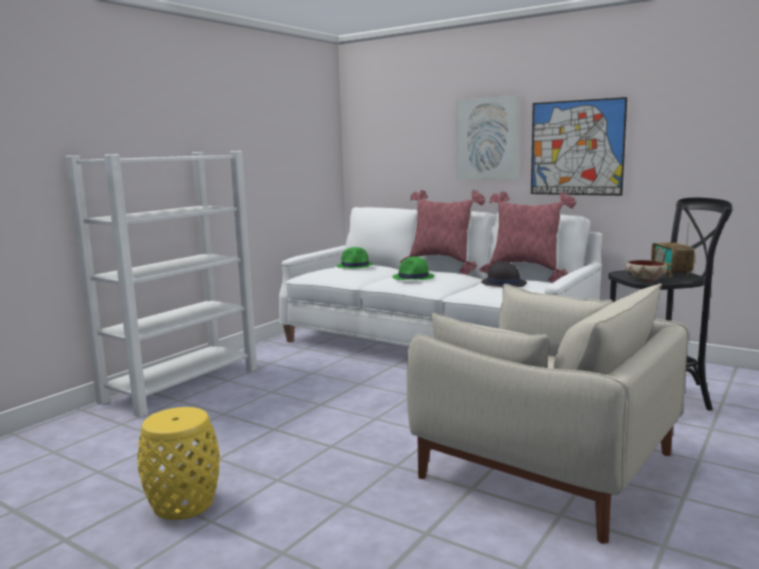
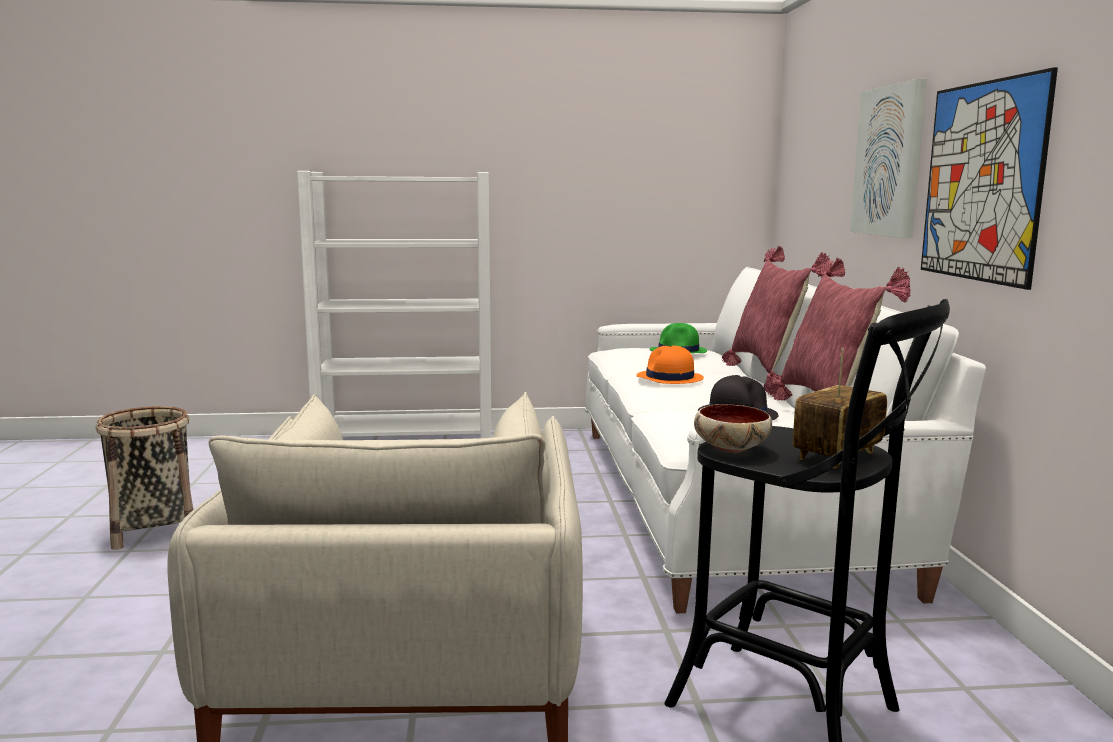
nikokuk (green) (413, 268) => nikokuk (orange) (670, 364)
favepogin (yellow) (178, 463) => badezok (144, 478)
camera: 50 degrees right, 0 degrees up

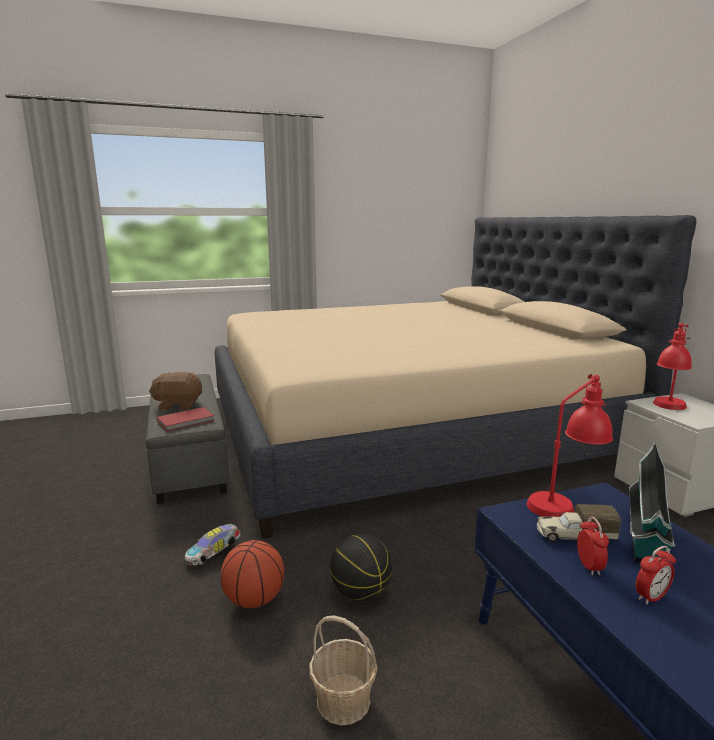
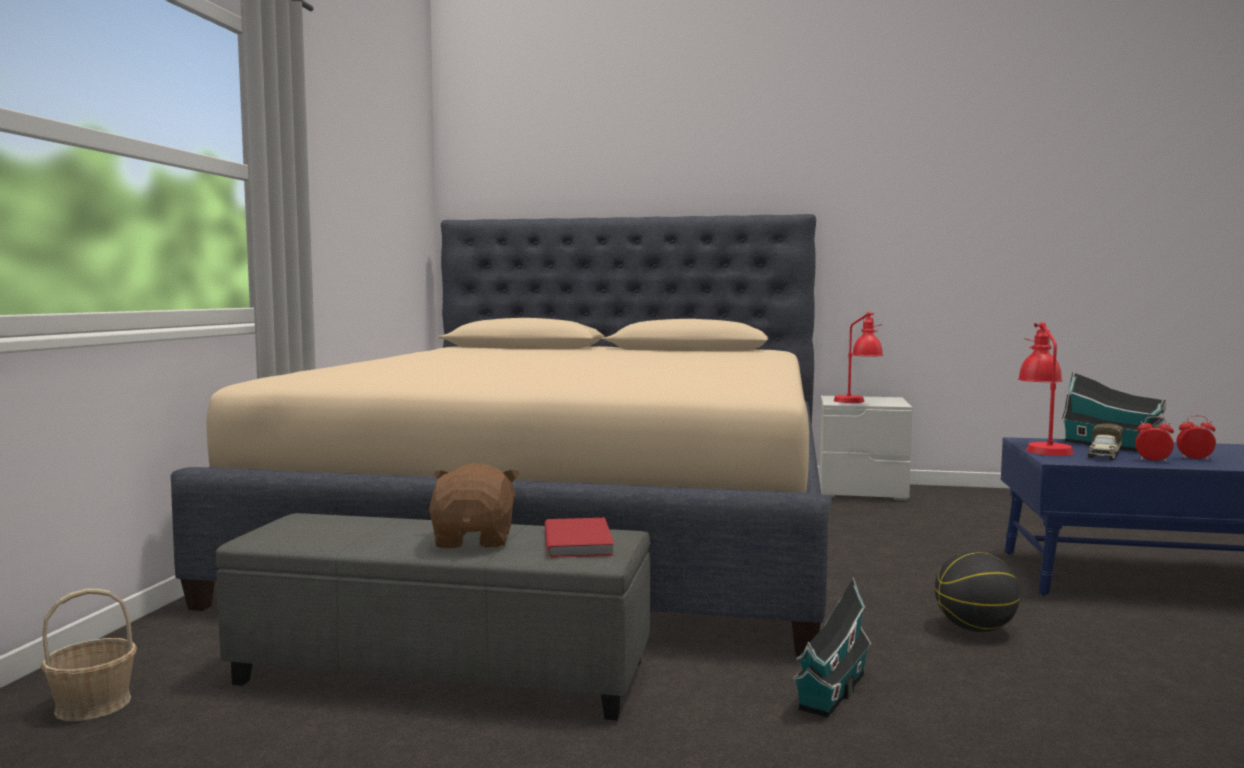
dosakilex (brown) (175, 391) => dosakilex (brown) (474, 505), 150 degrees clockwise
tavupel (213, 544) => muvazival (832, 647)
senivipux (252, 574) => nothing
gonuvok (656, 575) => gonuvok (1196, 437), 75 degrees counterclockwise
badezok (343, 670) => badezok (89, 654), move
camera: 60 degrees left, 10 degrees down

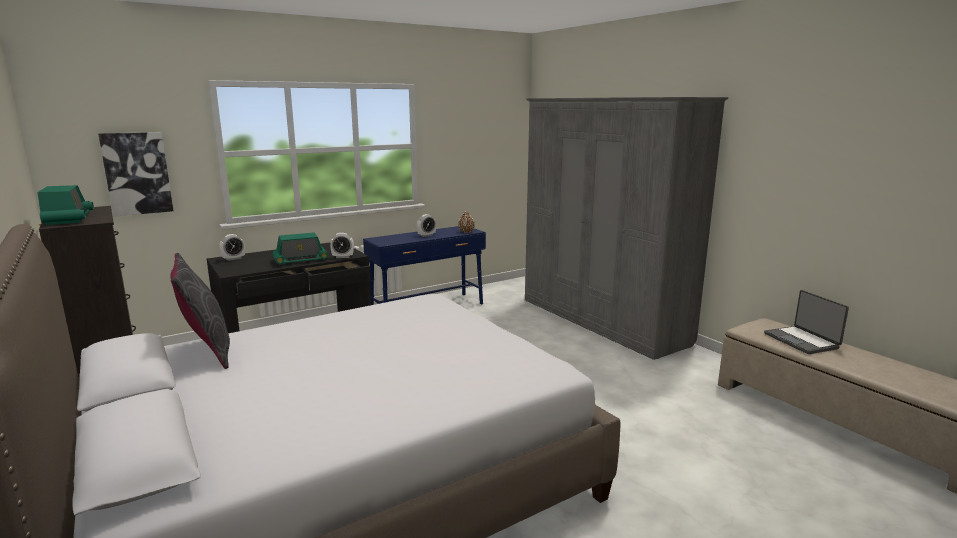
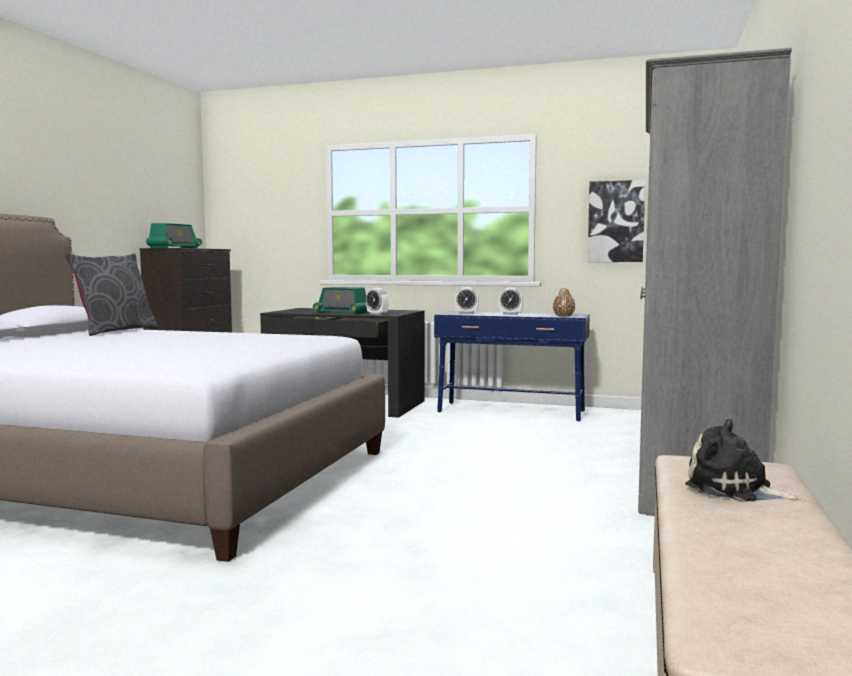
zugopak (135, 174) => zugopak (616, 221), move
gonuvok (232, 247) => gonuvok (467, 300), move
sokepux (806, 322) => dosakilex (743, 460)
camera: 50 degrees right, 10 degrees down

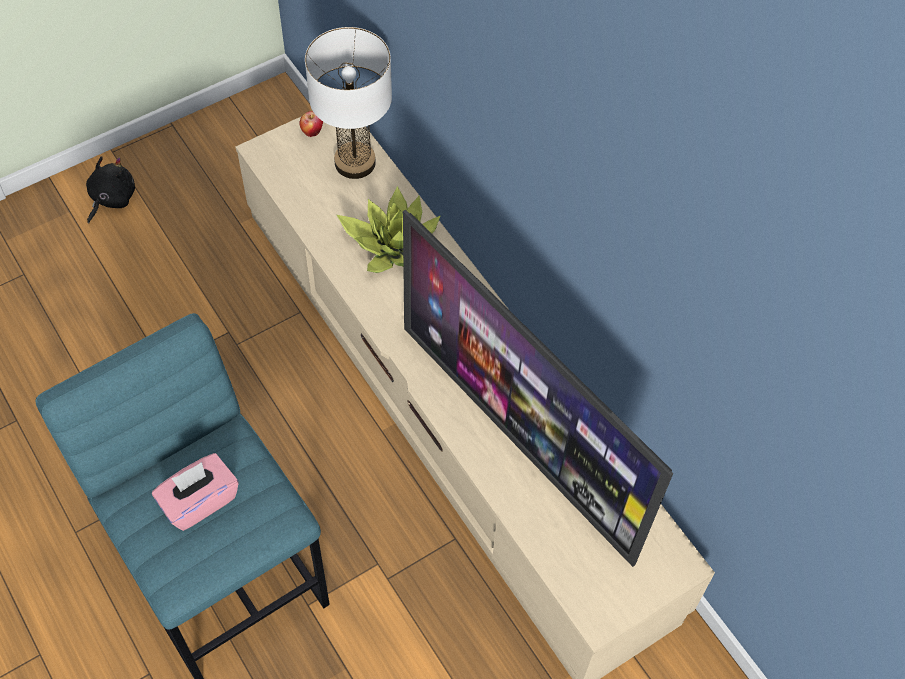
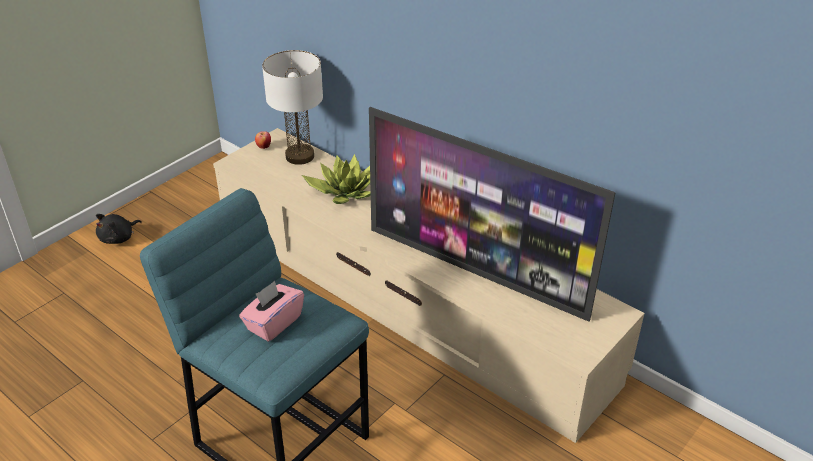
dosakilex (black) (110, 190) => dosakilex (black) (119, 229), 150 degrees counterclockwise
camera: 15 degrees left, 20 degrees down

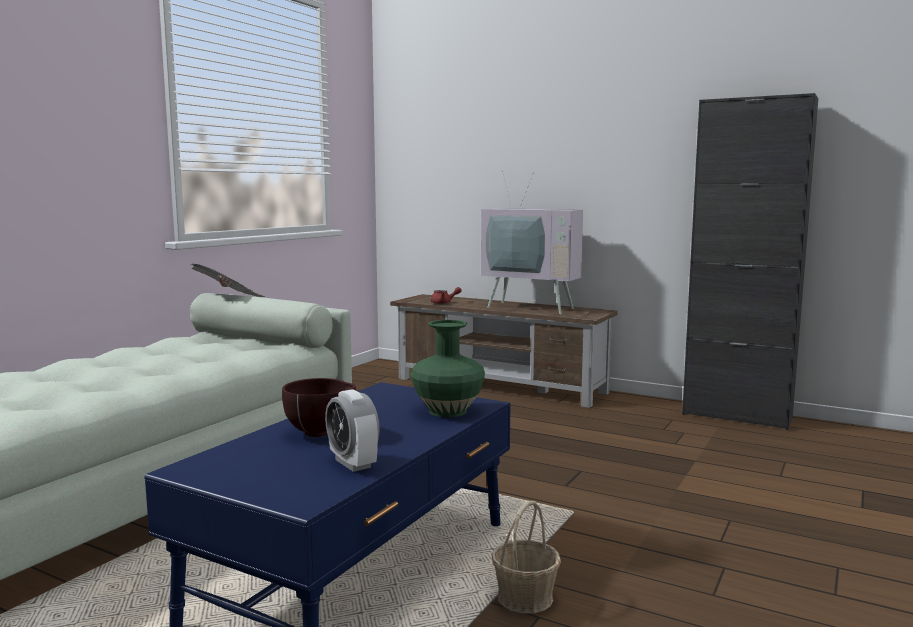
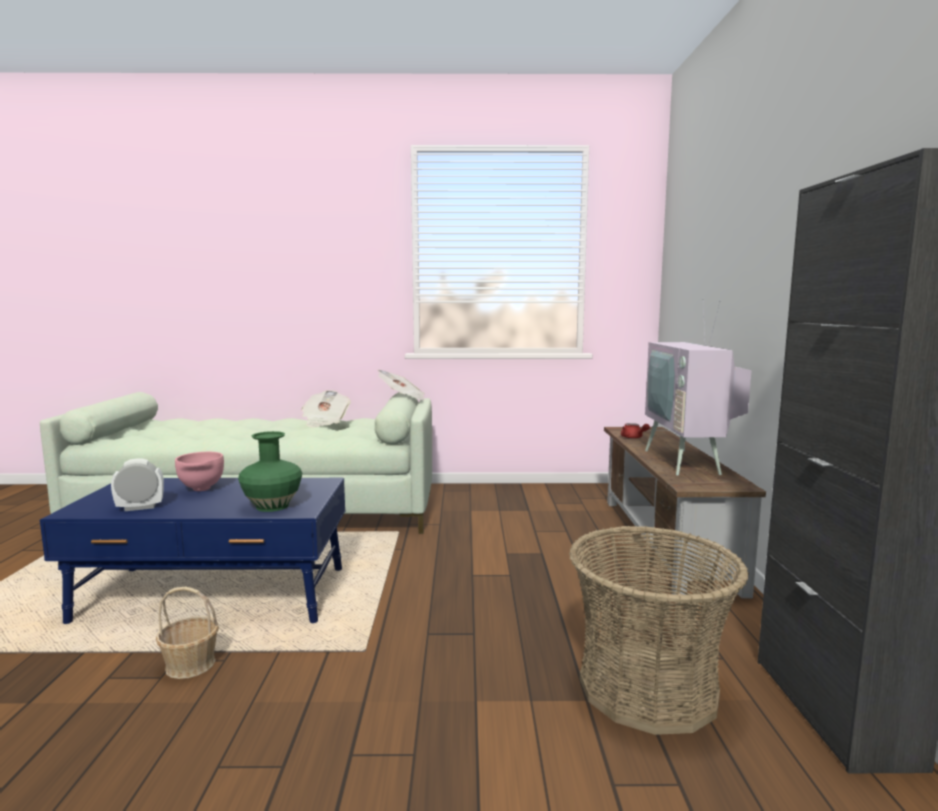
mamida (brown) (319, 407) => mamida (pink) (199, 471)
gonuvok (352, 430) => gonuvok (137, 484), 45 degrees clockwise
nothing => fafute (326, 408)
nothing => badezok (659, 630)
camera: 60 degrees right, 0 degrees up

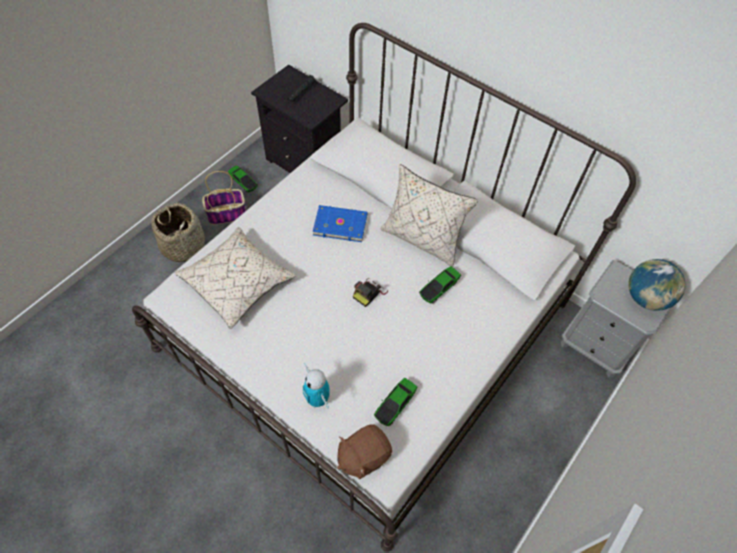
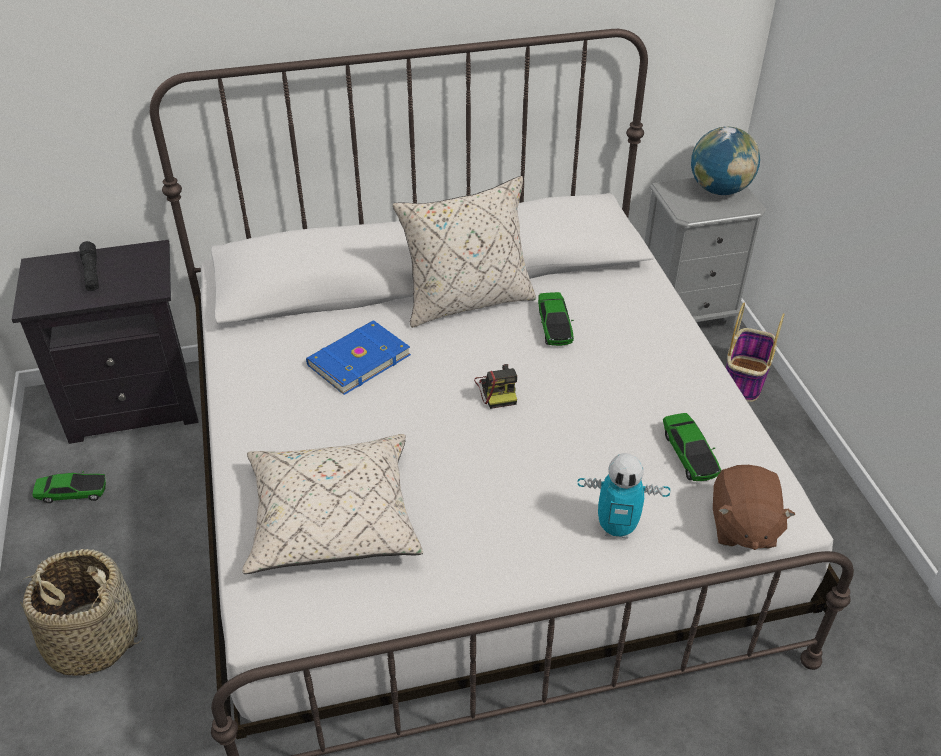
badezok (224, 198) => badezok (755, 352), move
camera: 50 degrees left, 15 degrees down

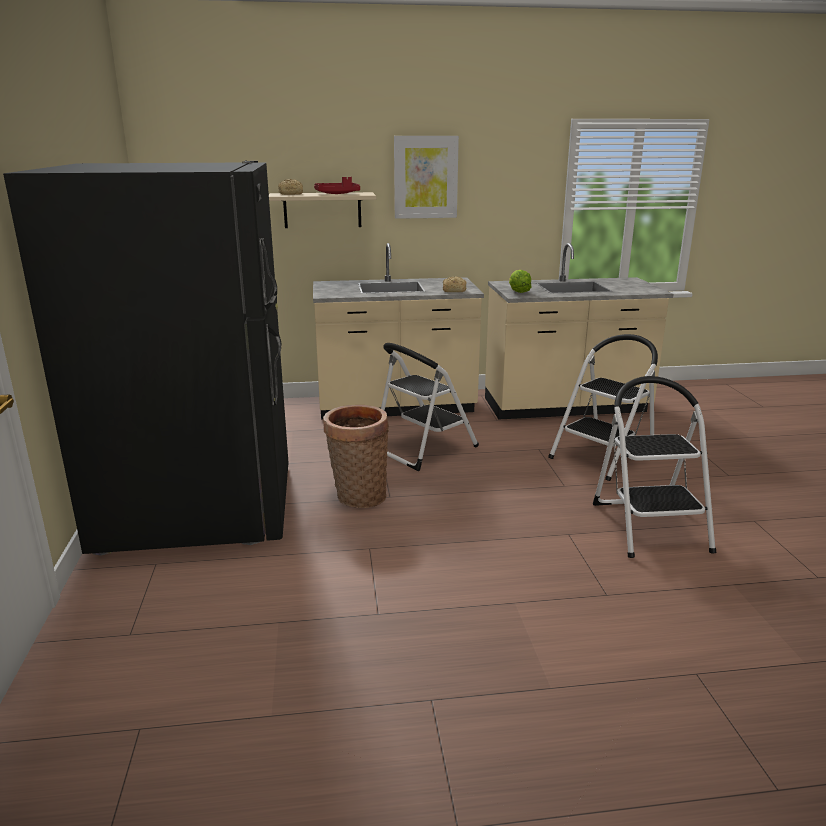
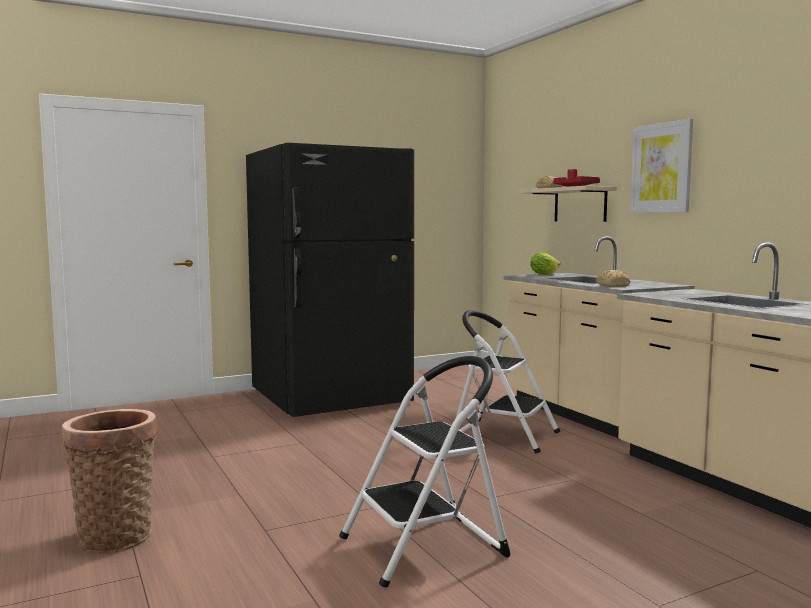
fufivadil (520, 281) => fufivadil (545, 264), move
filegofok (603, 407) => nothing
badezok (356, 456) => badezok (109, 481), move
camera: 70 degrees right, 15 degrees down

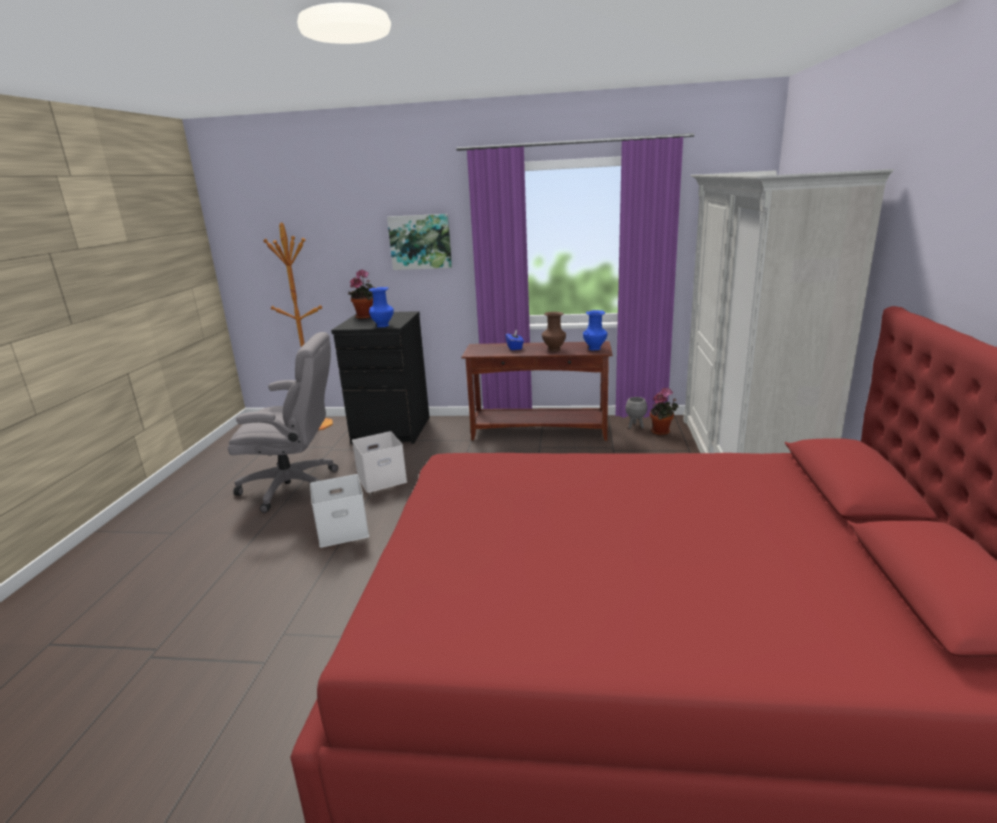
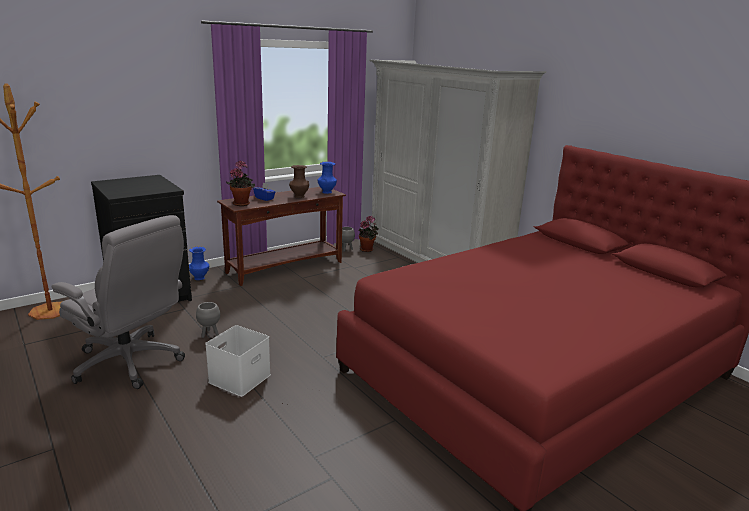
zugopak (419, 242) => nothing
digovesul (361, 294) => digovesul (240, 183), move
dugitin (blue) (381, 307) => dugitin (blue) (199, 263), move
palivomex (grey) (283, 422) => palivomex (grey) (118, 302), 75 degrees clockwise
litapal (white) (379, 462) => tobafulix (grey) (208, 320)
camera: 45 degrees left, 0 degrees up

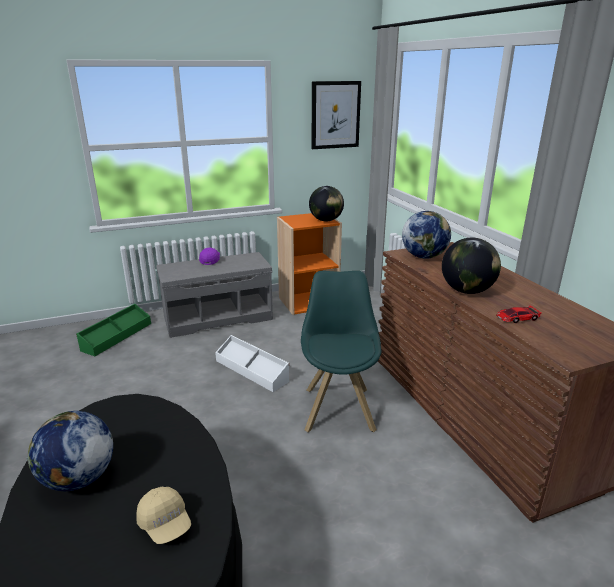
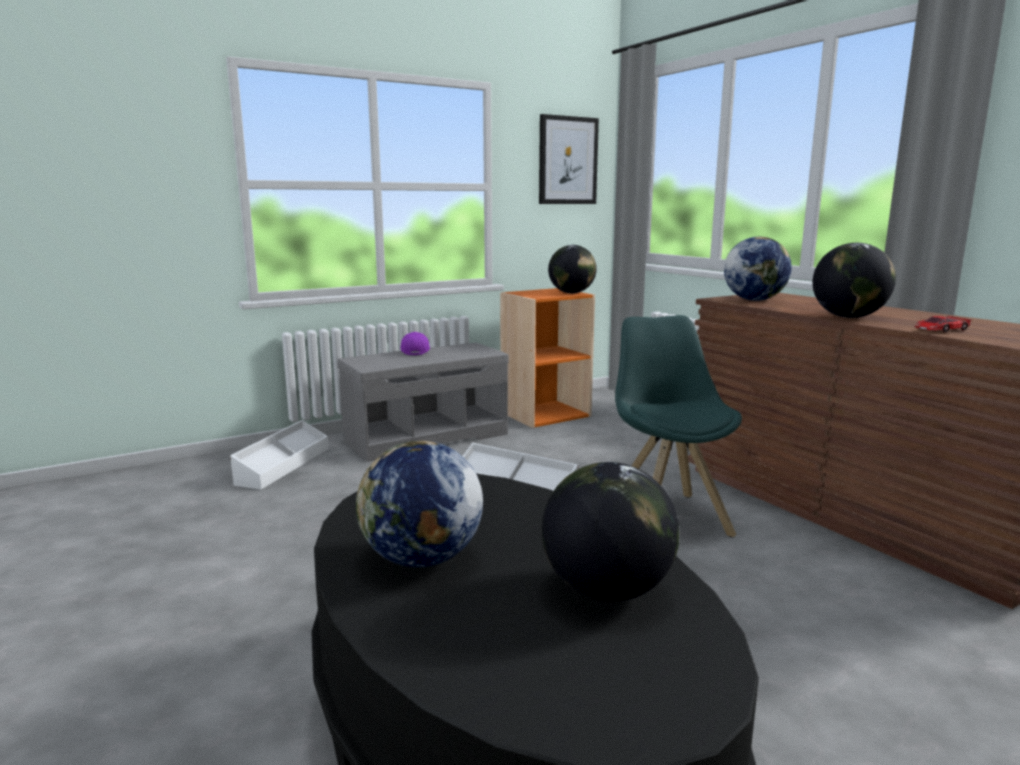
litapal (green) (113, 330) => litapal (white) (279, 455)
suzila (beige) (163, 515) => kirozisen (611, 532)
camera: 10 degrees left, 10 degrees down

